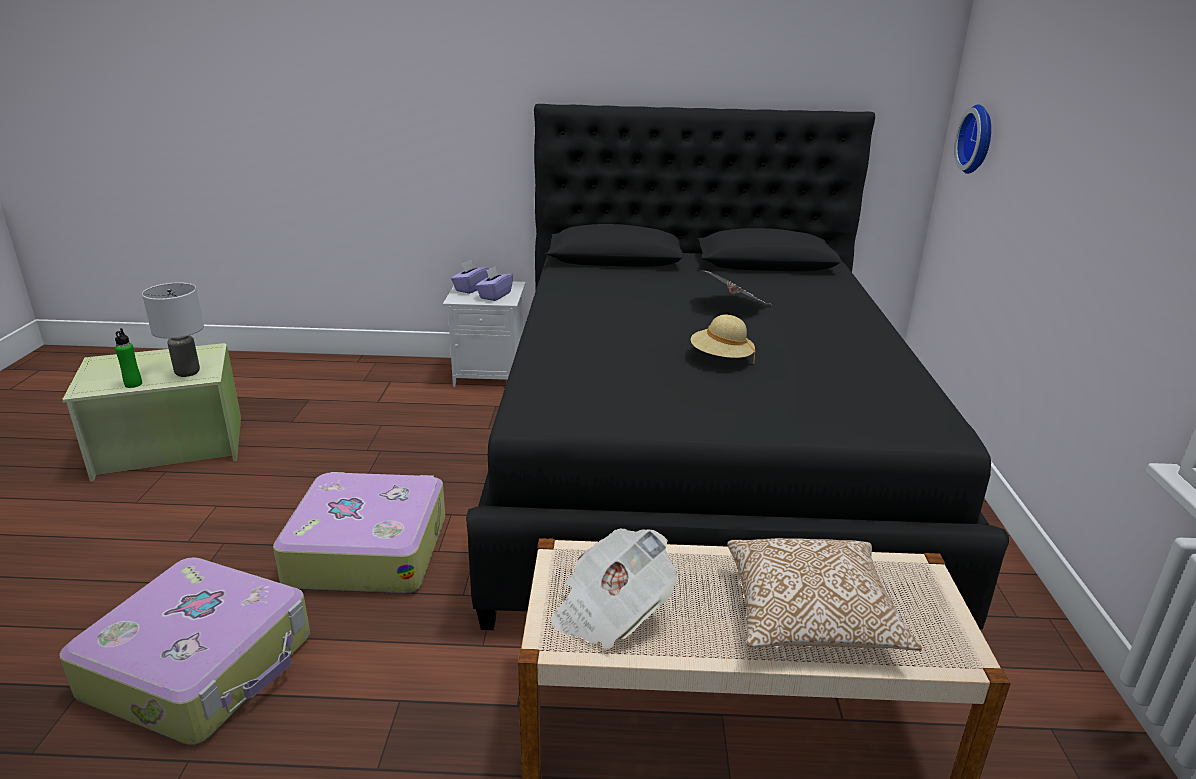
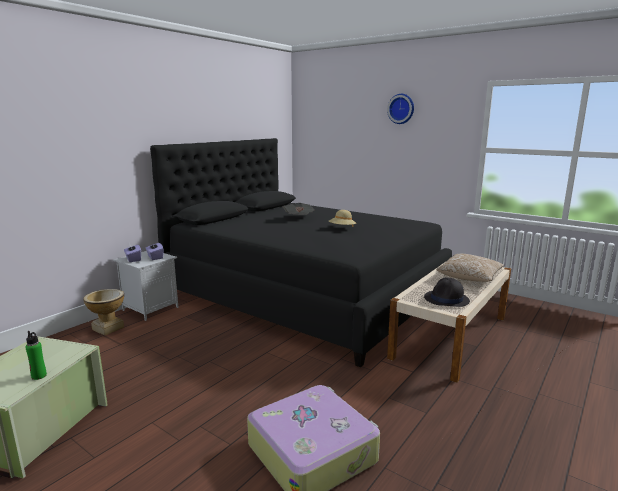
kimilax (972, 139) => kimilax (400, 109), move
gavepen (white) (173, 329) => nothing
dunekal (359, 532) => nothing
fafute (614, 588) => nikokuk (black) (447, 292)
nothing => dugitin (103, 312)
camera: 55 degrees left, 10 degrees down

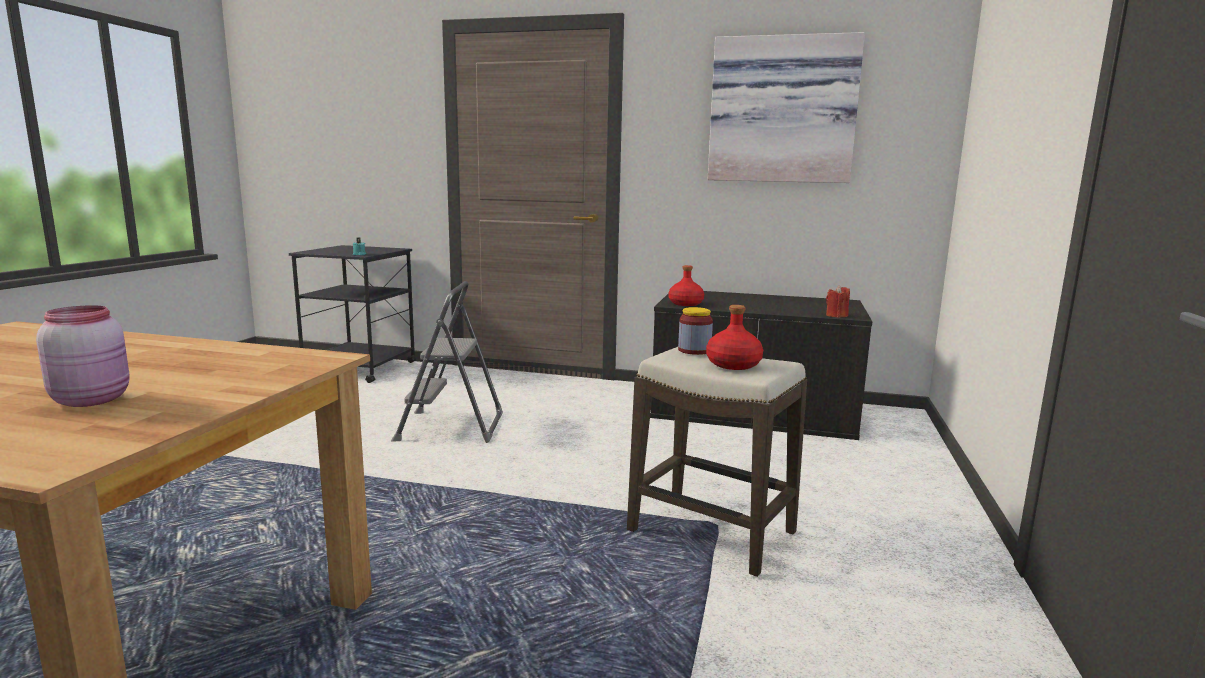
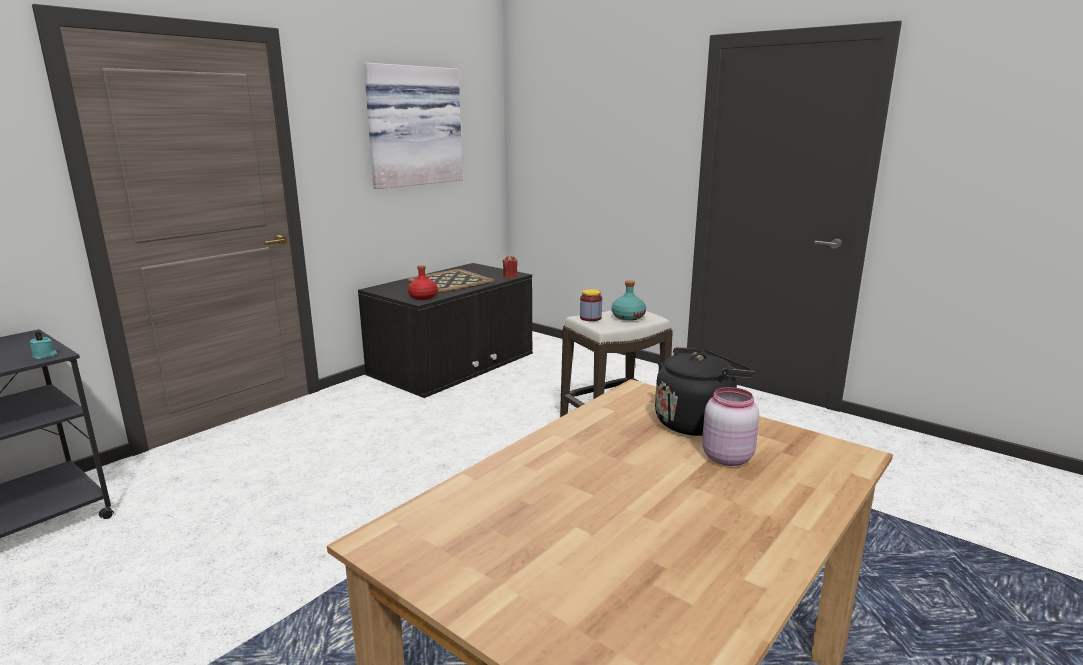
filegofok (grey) (447, 362) => nothing
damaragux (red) (734, 337) => damaragux (turquoise) (629, 300)
nothing => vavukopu (451, 281)
nothing => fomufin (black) (705, 391)
camera: 65 degrees left, 5 degrees up

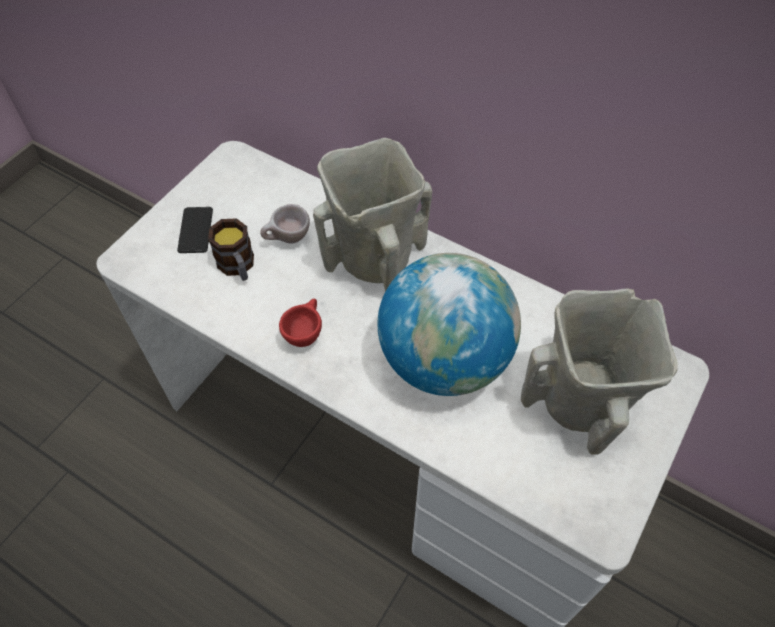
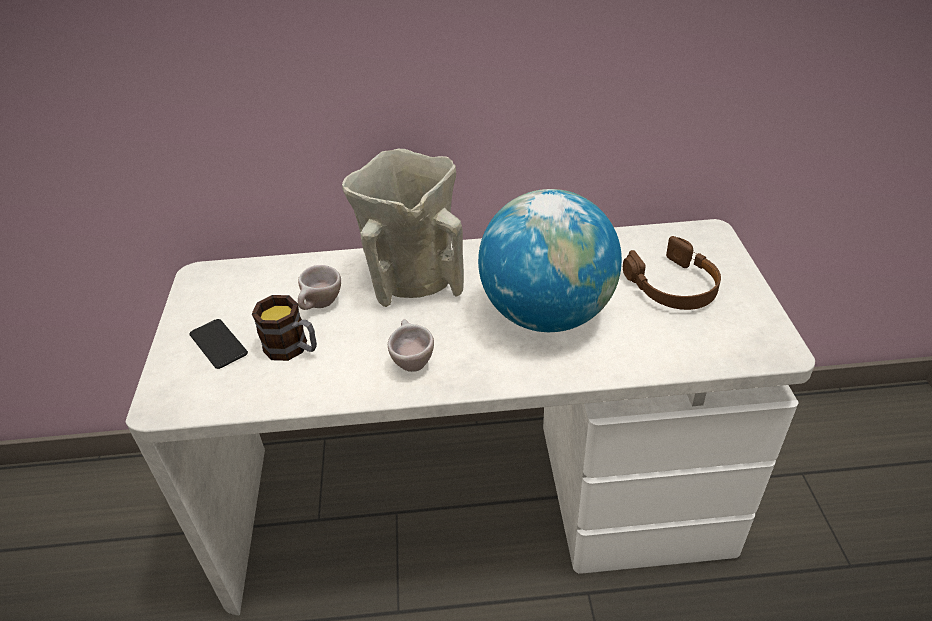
dugitin (beige) (599, 371) => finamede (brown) (672, 273)
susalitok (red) (300, 322) => susalitok (beige) (411, 345)
camera: 35 degrees left, 15 degrees down

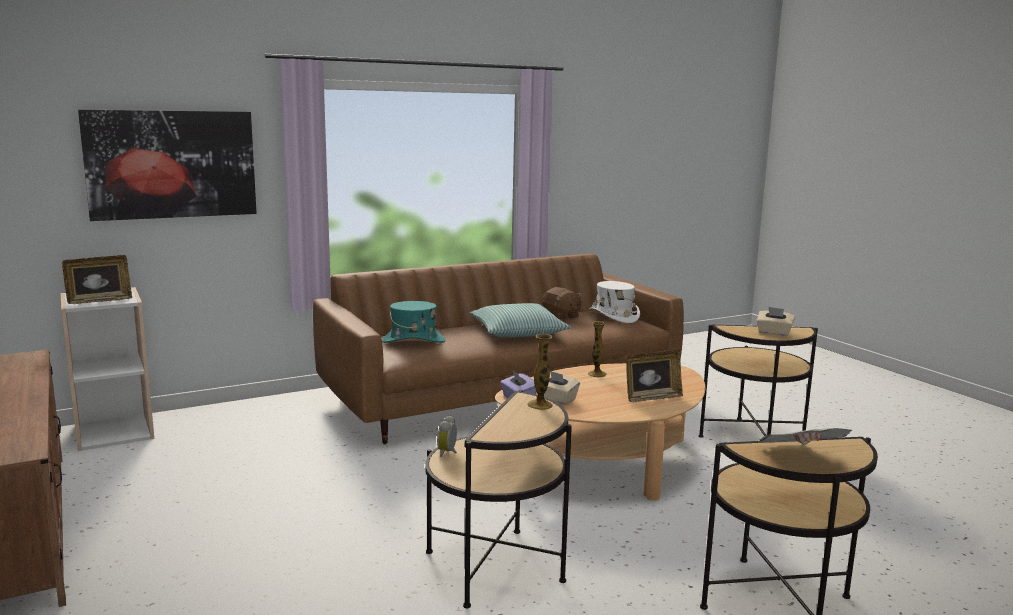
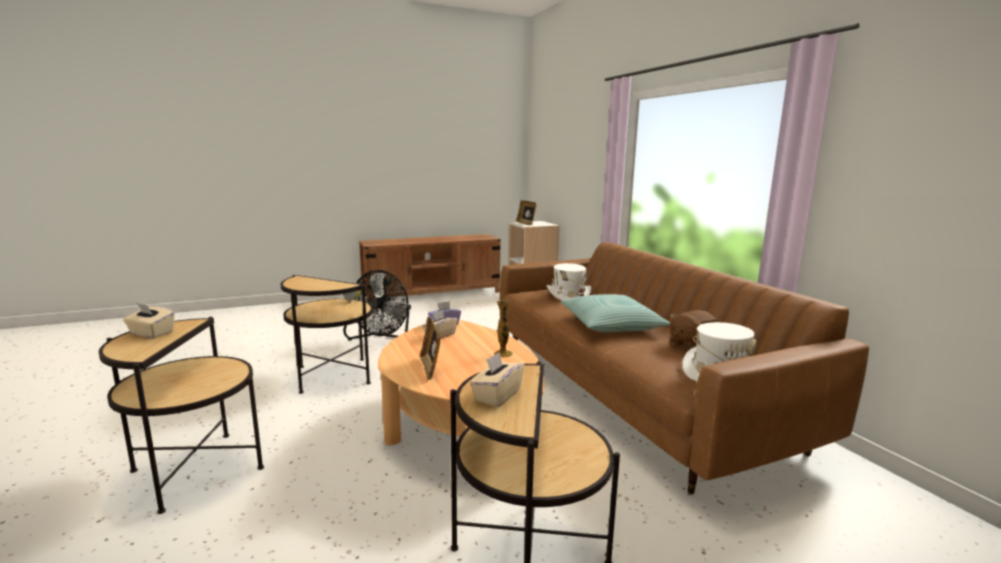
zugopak (167, 165) => nothing
nikokuk (turquoise) (413, 322) => nikokuk (white) (569, 282)
dugitin (540, 372) => nothing
fafute (805, 436) => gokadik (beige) (149, 320)
nothing => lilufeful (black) (377, 305)
camera: 95 degrees right, 0 degrees up

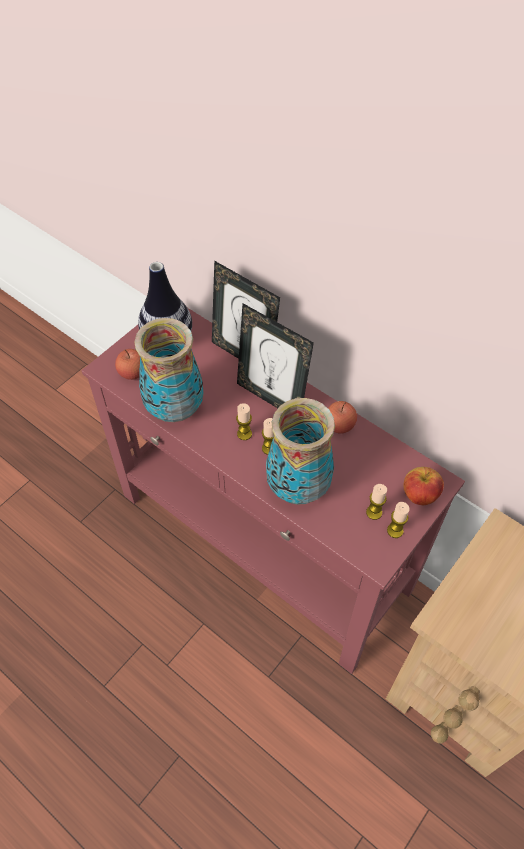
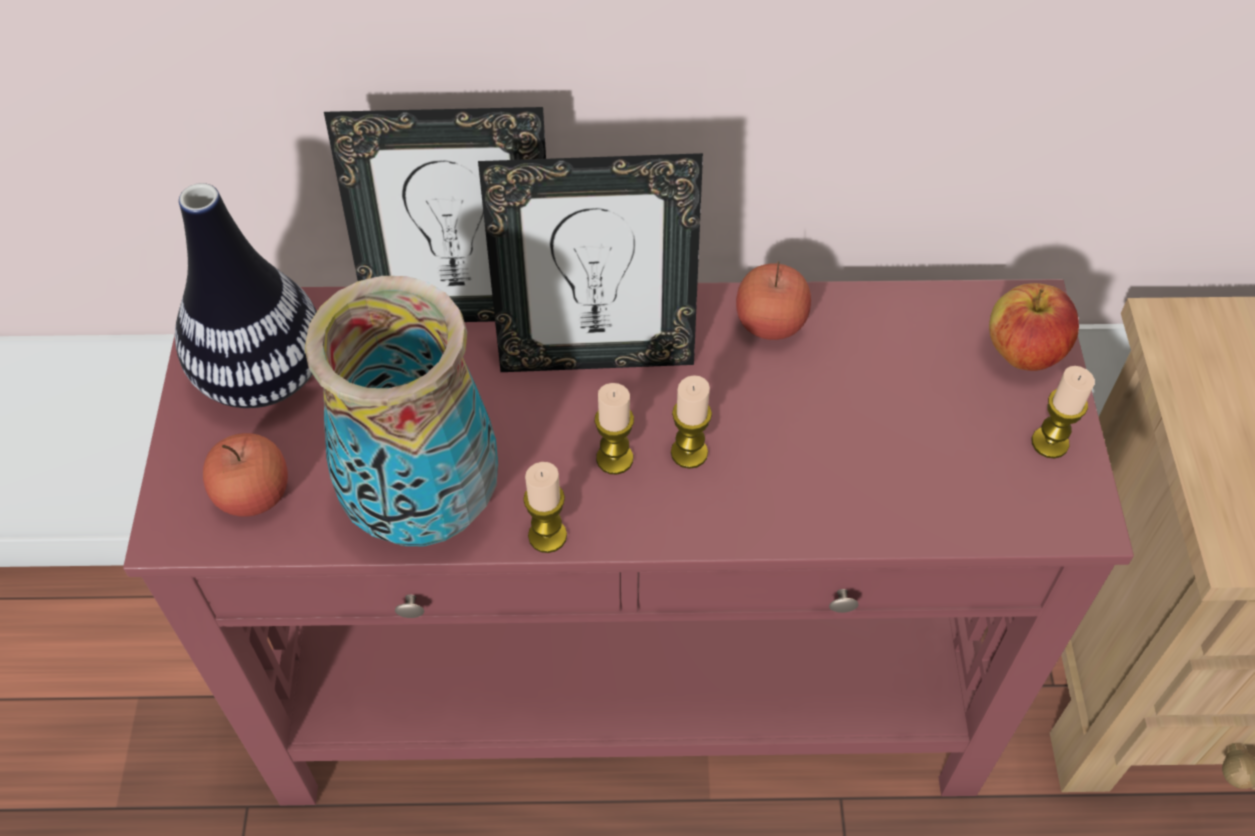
dugitin (300, 451) => nothing
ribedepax (376, 502) => ribedepax (545, 507), move
camera: 40 degrees left, 0 degrees up

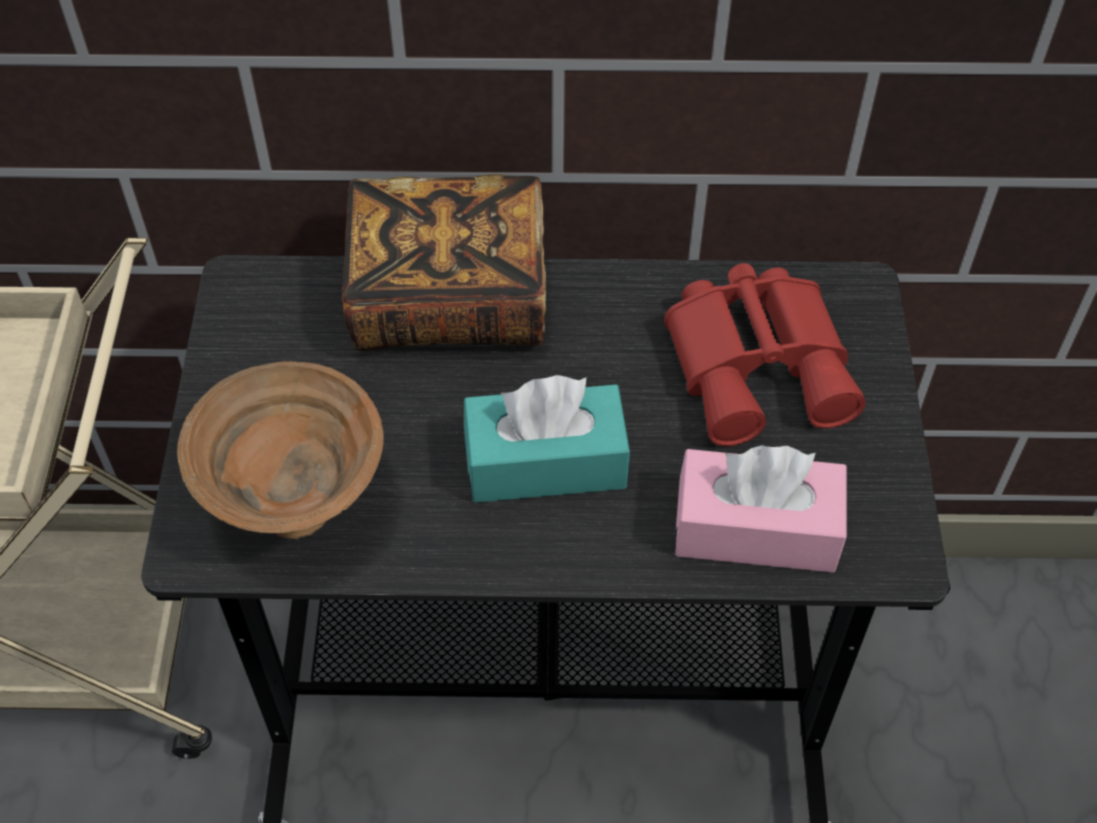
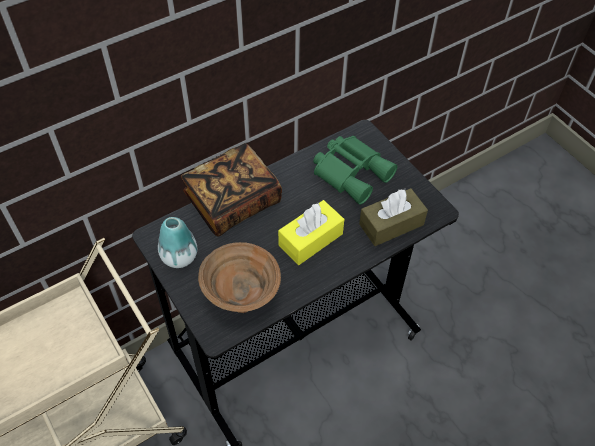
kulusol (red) (765, 354) => kulusol (green) (355, 170)
gokadik (turquoise) (547, 439) => gokadik (yellow) (311, 232)
gokadik (pink) (761, 509) => gokadik (brown) (393, 217)
nothing => dugitin (177, 242)
camera: 35 degrees left, 0 degrees up

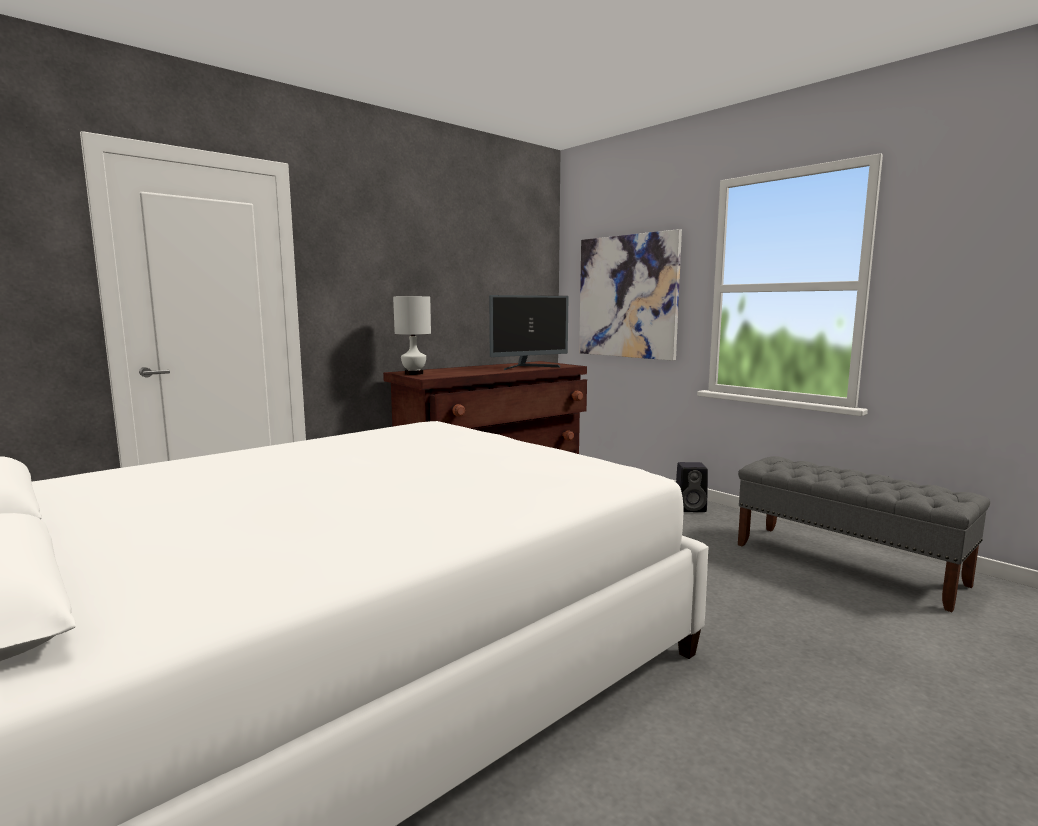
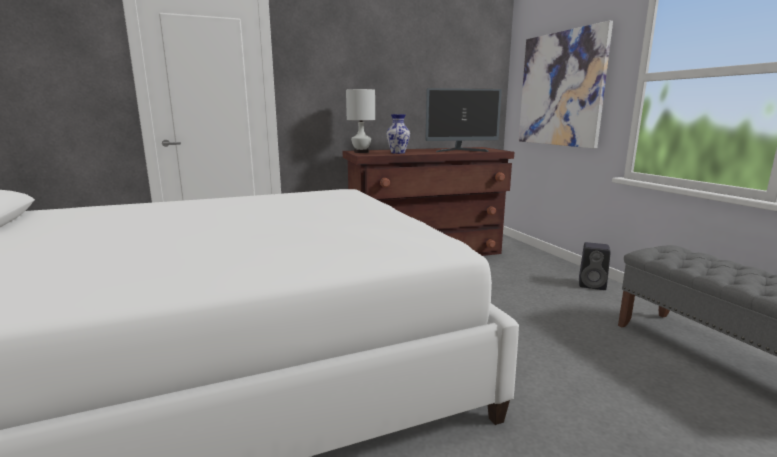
nothing => dugitin (398, 134)
camera: 20 degrees right, 5 degrees up

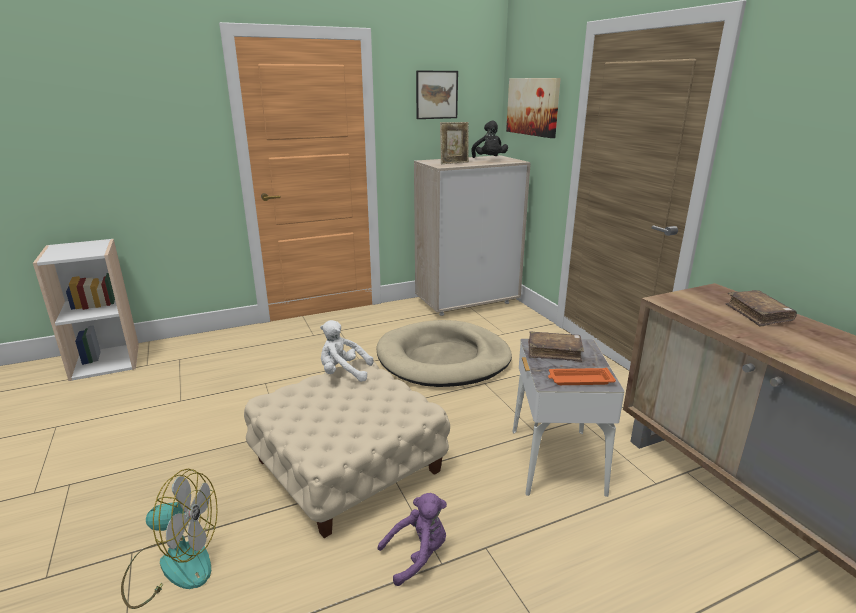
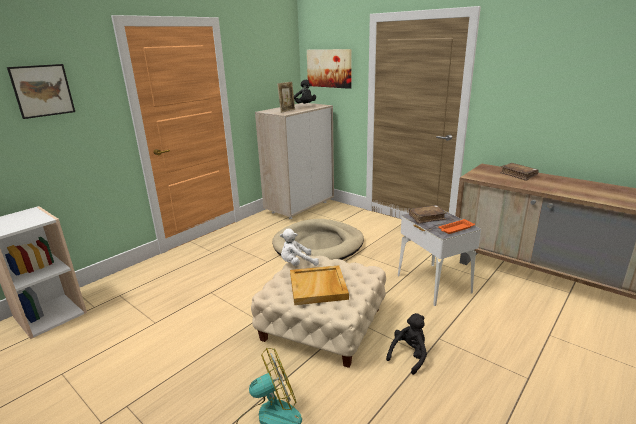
zugopak (437, 95) => zugopak (41, 91), move
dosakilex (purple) (412, 539) => dosakilex (black) (406, 344)
nothing => vavukopu (beige) (319, 285)
camera: 25 degrees left, 0 degrees up

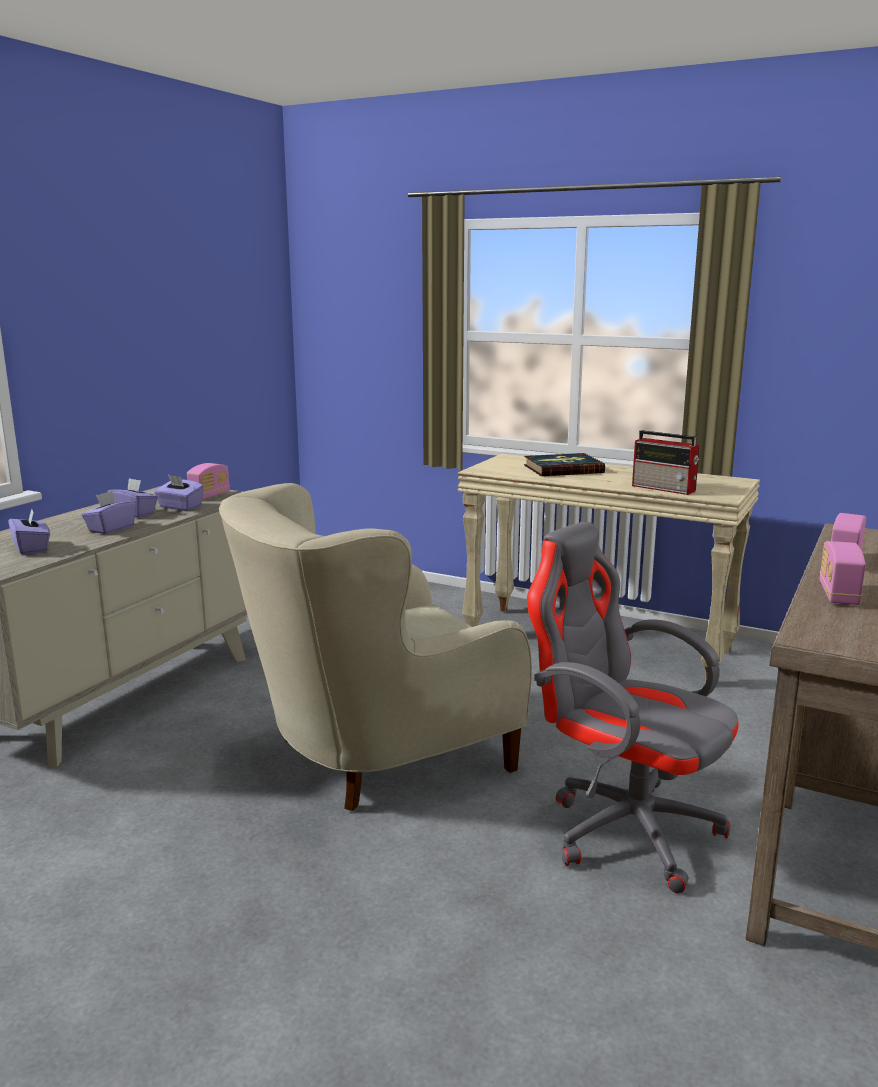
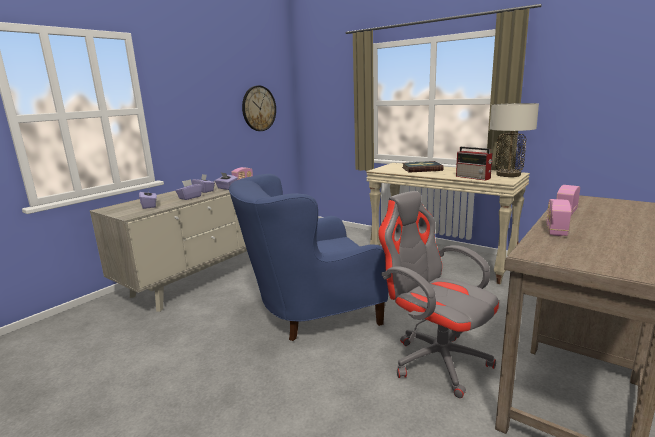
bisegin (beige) (375, 647) => bisegin (blue) (308, 257)
nothing => kimilax (259, 108)
nothing => gavepen (514, 140)
camera: 10 degrees right, 0 degrees up

